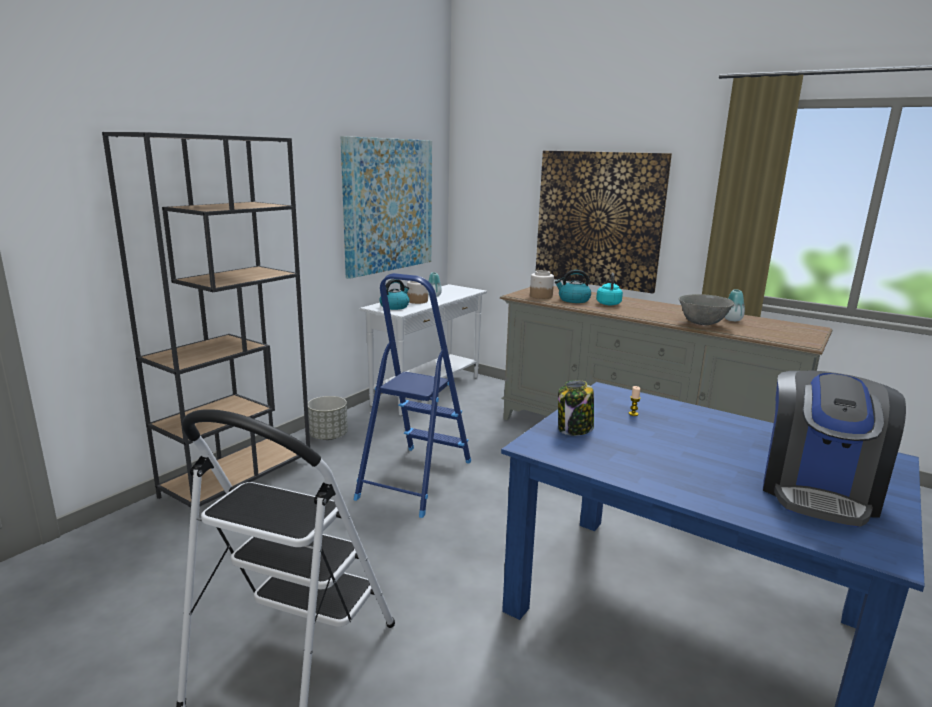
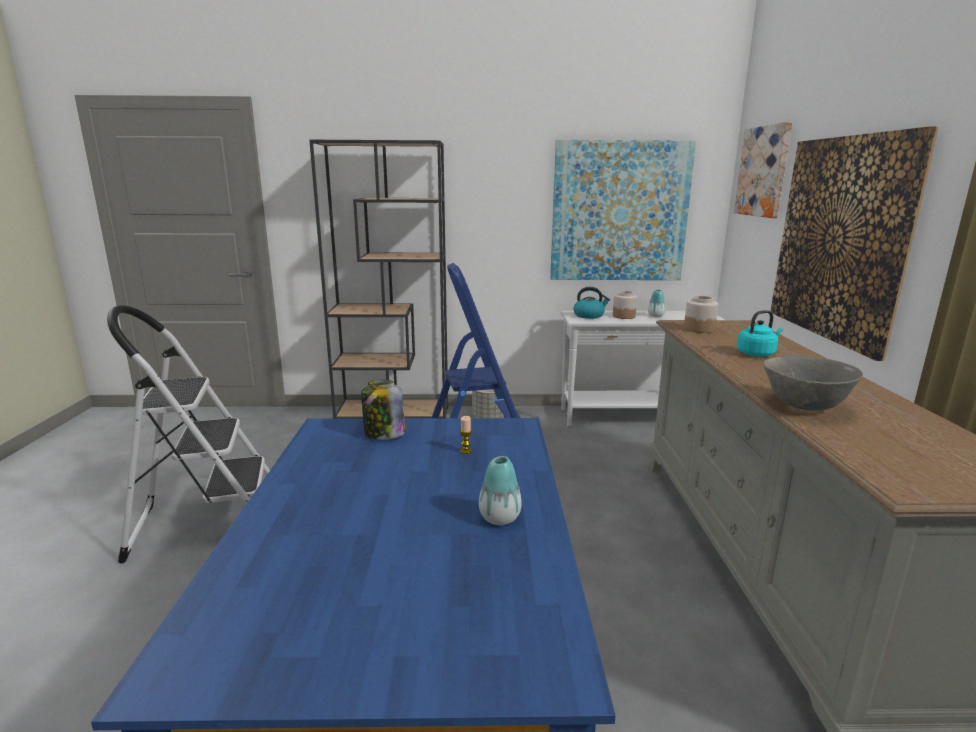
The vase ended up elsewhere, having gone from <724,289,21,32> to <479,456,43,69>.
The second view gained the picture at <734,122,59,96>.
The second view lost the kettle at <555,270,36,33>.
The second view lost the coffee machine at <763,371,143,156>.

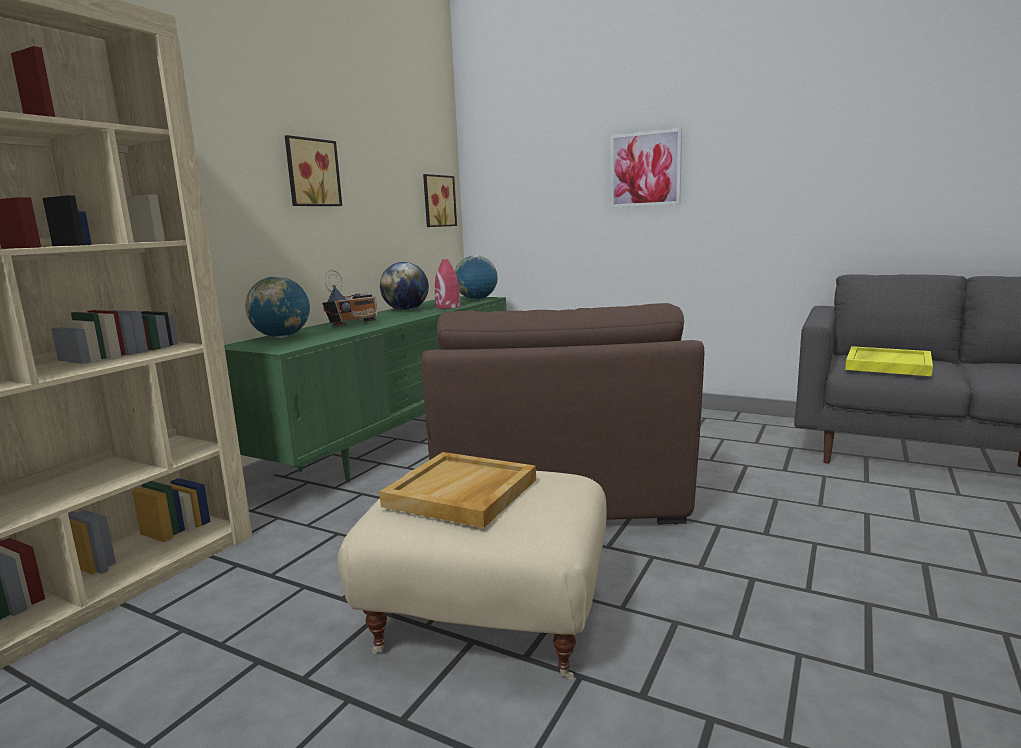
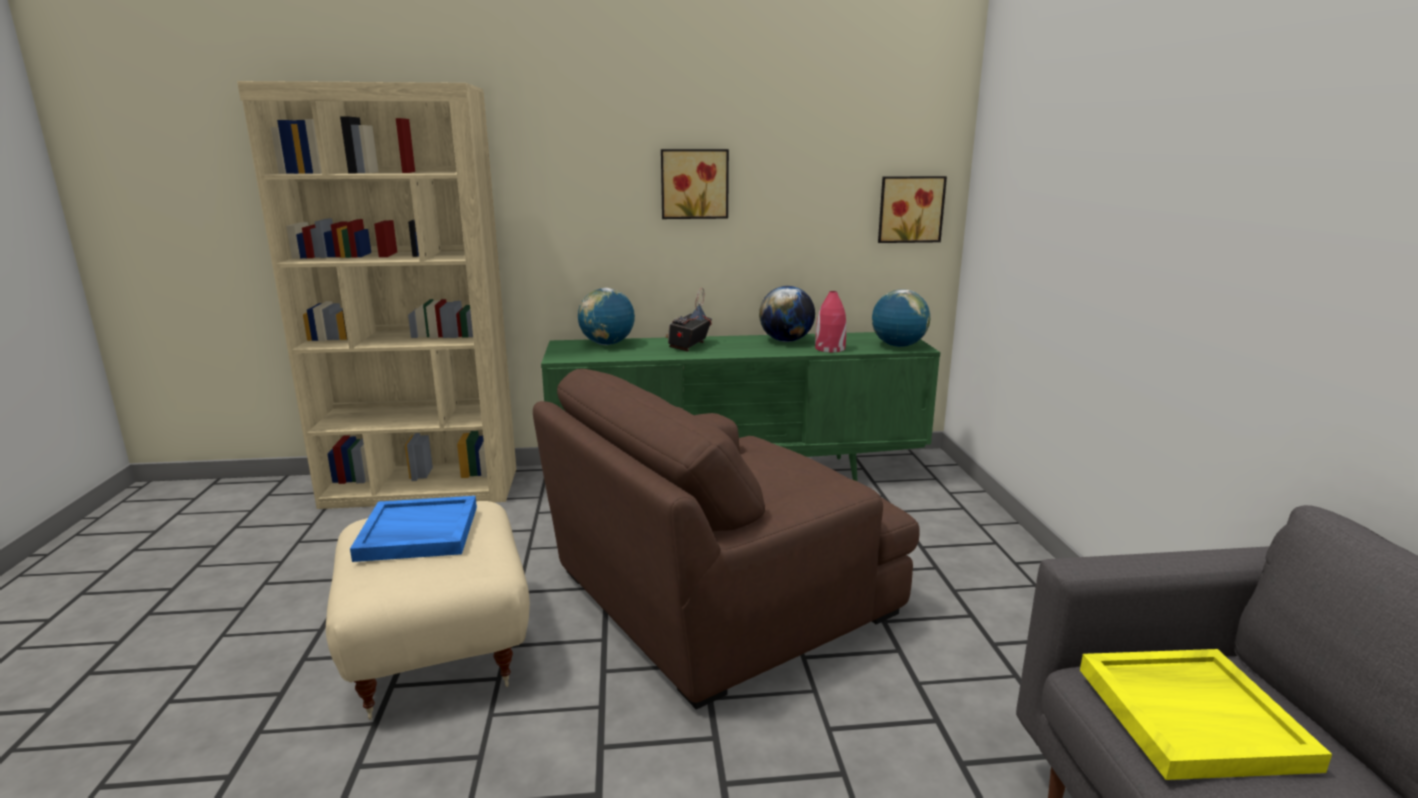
What was the beige tray at <379,452,157,76> turned into the blue tray at <350,496,127,66>.
The radio at <322,270,56,56> ended up facing another way, 105 degrees clockwise from before.
The second view lost the picture at <610,128,72,80>.

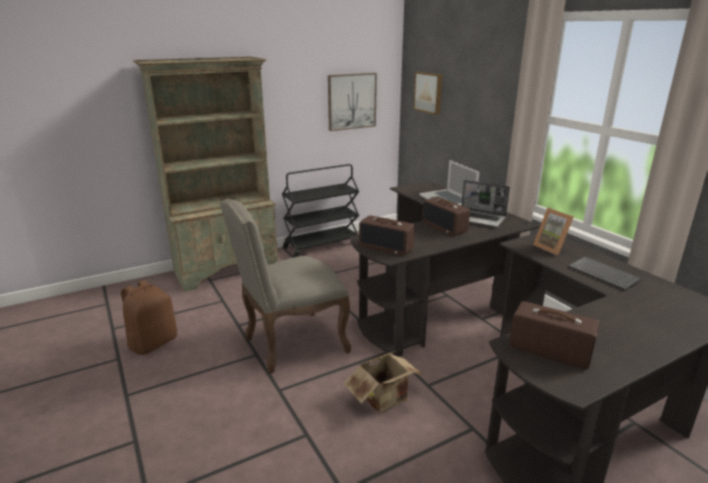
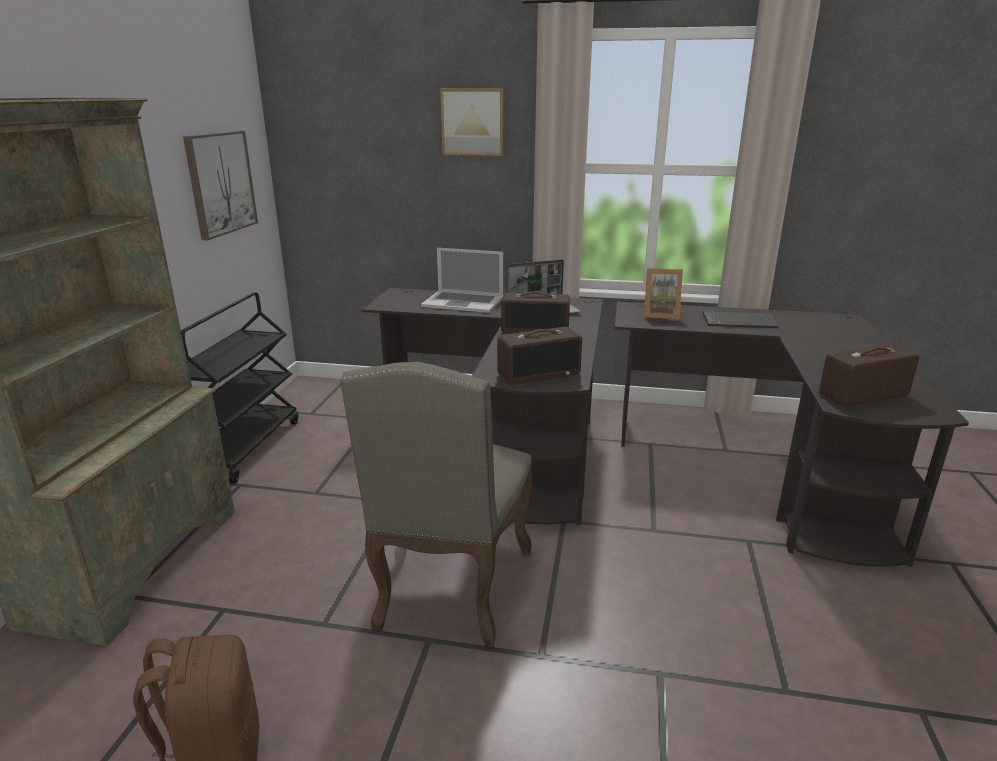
The picture ended up elsewhere, having gone from <414,72,28,43> to <440,89,64,67>.
The second view lost the cardboard box at <343,351,81,63>.

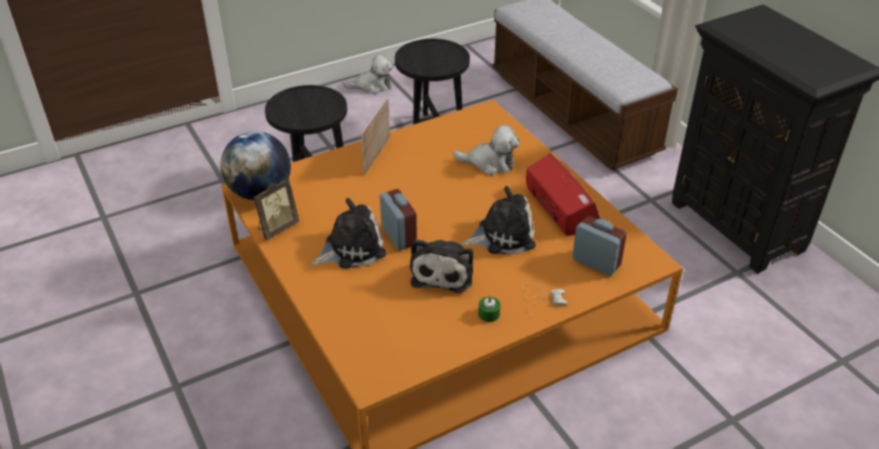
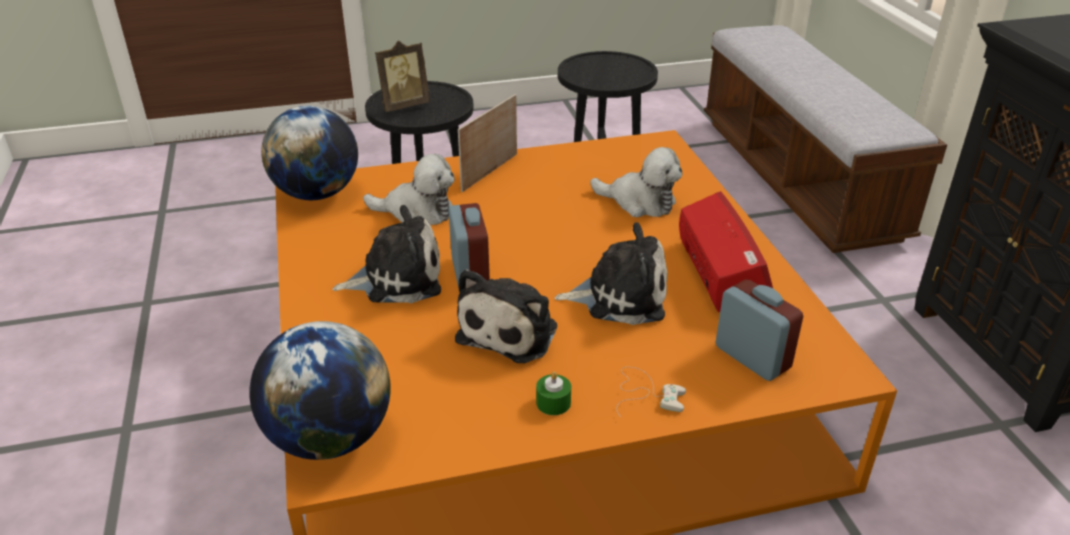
The second view gained the globe at <249,321,142,139>.
The plush toy ended up elsewhere, having gone from <343,54,50,41> to <363,154,92,71>.
The picture frame ended up elsewhere, having gone from <253,178,46,62> to <375,41,55,71>.

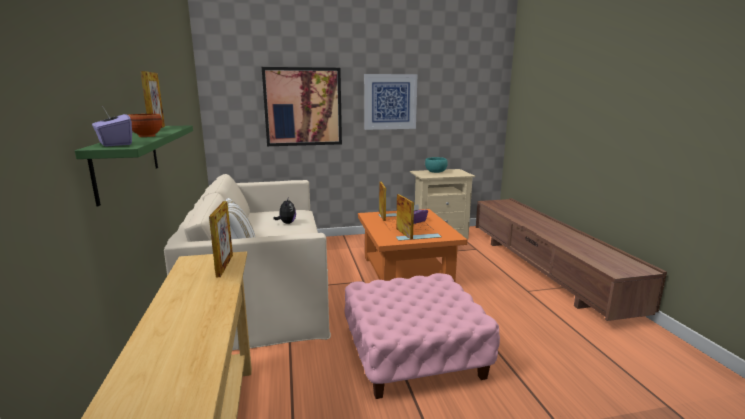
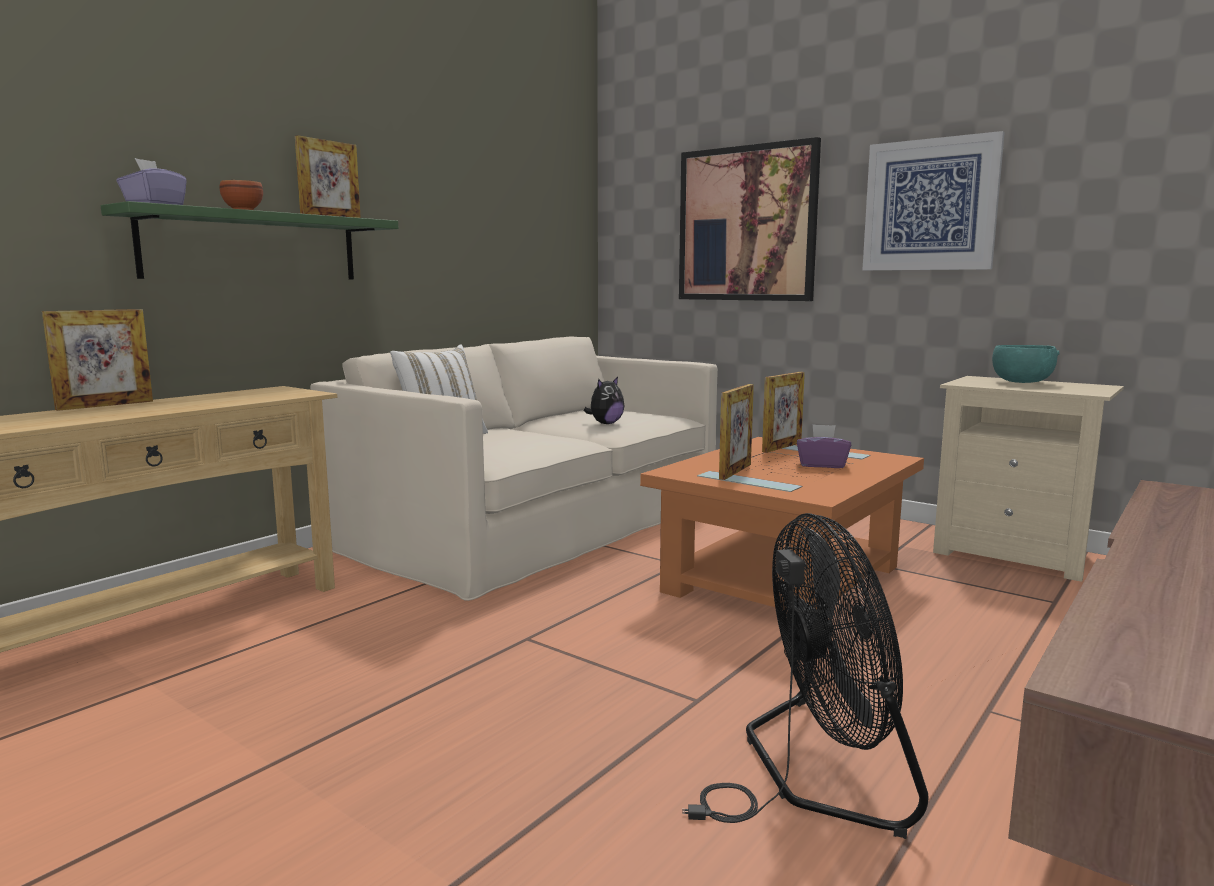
The picture frame ended up elsewhere, having gone from <209,201,24,76> to <42,309,111,102>.
The second view gained the black fan at <682,513,246,326>.
The second view lost the pink ottoman at <345,273,155,126>.

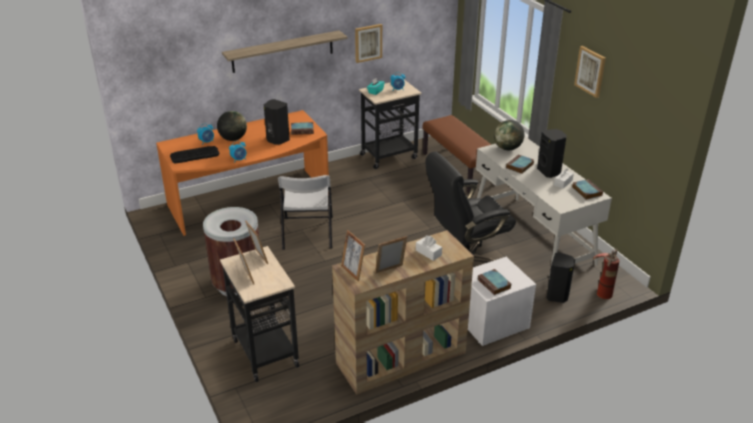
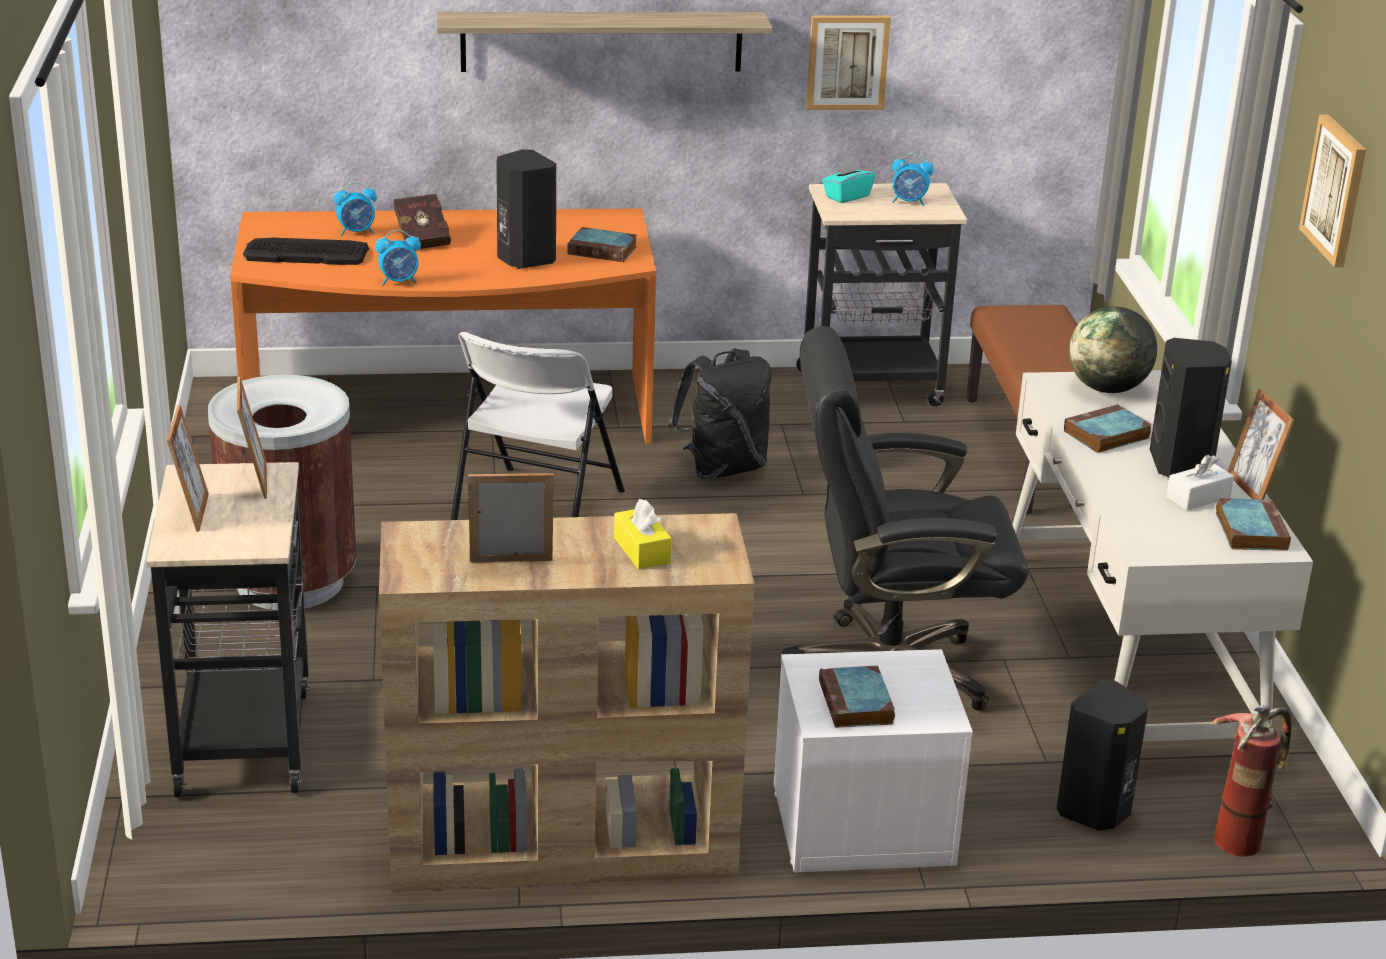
Where the globe stood at <217,111,30,30>, the red book came to stand at <394,194,57,56>.
What was the white tissue box at <416,236,26,25> turned into the yellow tissue box at <614,499,58,70>.
The second view gained the black backpack at <669,348,102,131>.
The picture frame ended up elsewhere, having gone from <341,230,24,51> to <1227,388,68,112>.

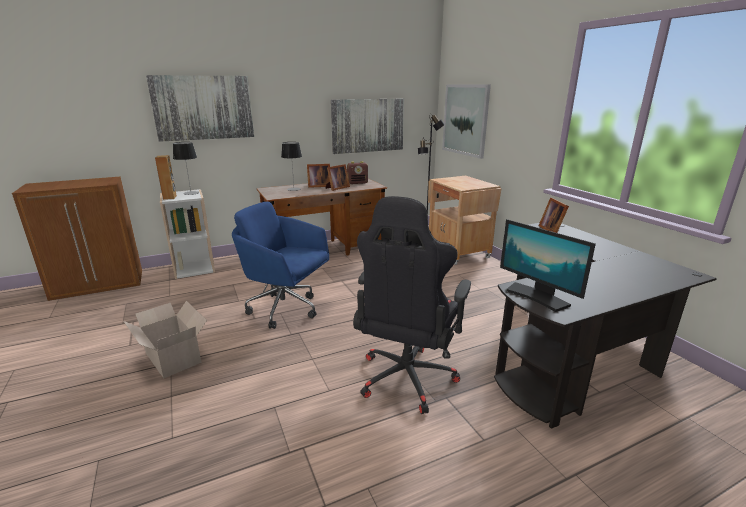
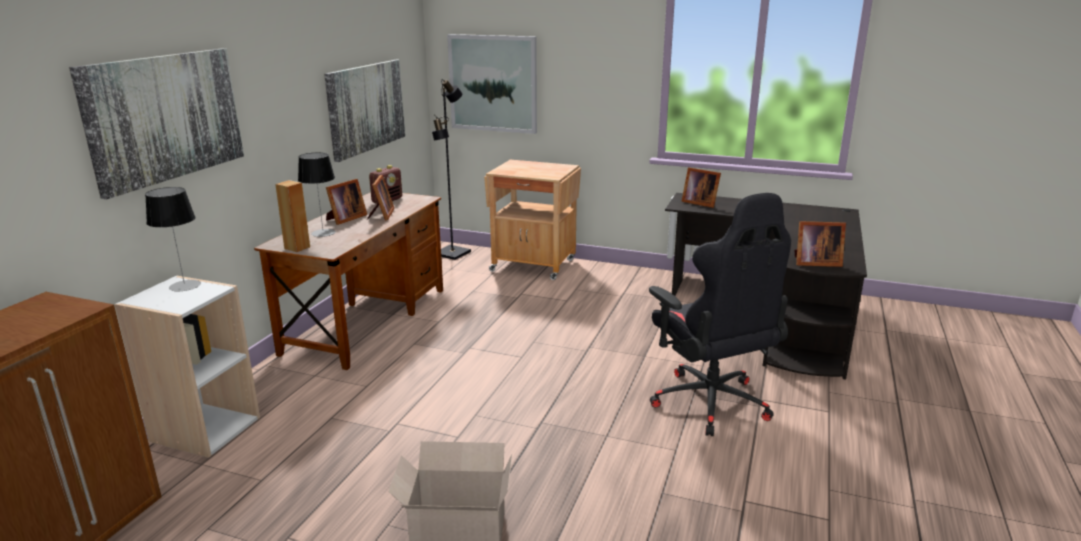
The brown speaker ended up elsewhere, having gone from <155,155,22,45> to <275,180,35,72>.
Where the monitor stood at <500,219,96,93>, the picture frame came to stand at <794,221,52,46>.
The second view lost the blue office chair at <232,202,97,127>.

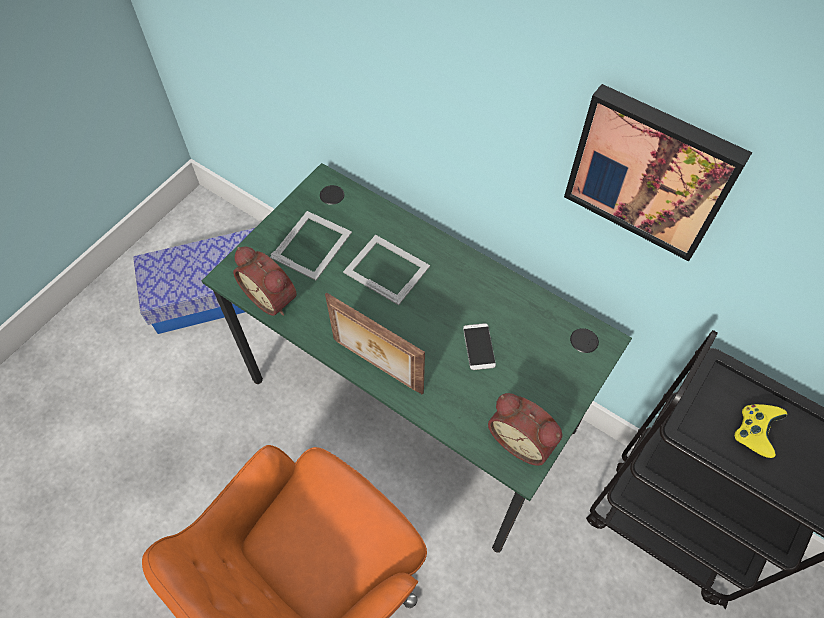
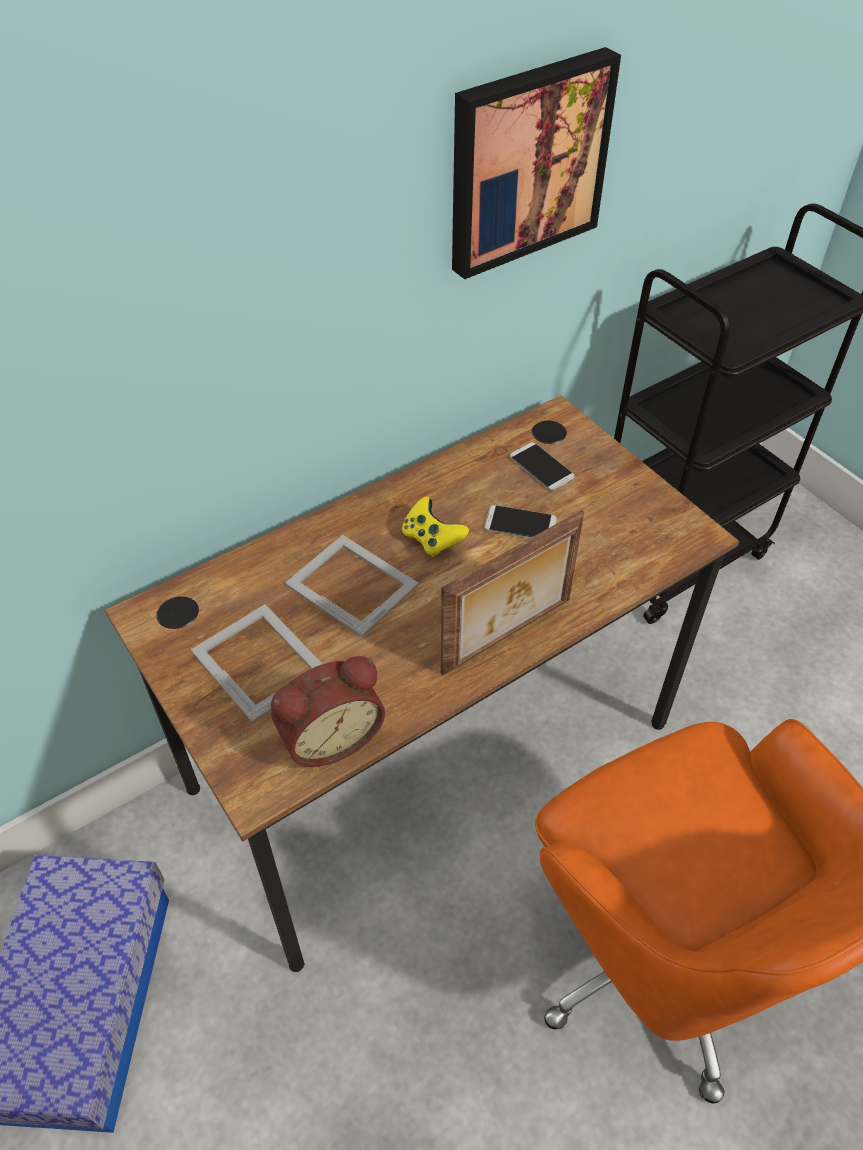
What was the green desk at <202,163,430,390> turned into the brown desk at <105,395,634,577>.
The picture frame at <343,235,87,70> ended up facing another way, 75 degrees clockwise from before.
The yellow game controller ended up elsewhere, having gone from <735,404,52,54> to <402,496,67,61>.
The second view gained the phone at <510,442,65,49>.
The second view lost the alarm clock at <488,393,74,73>.

